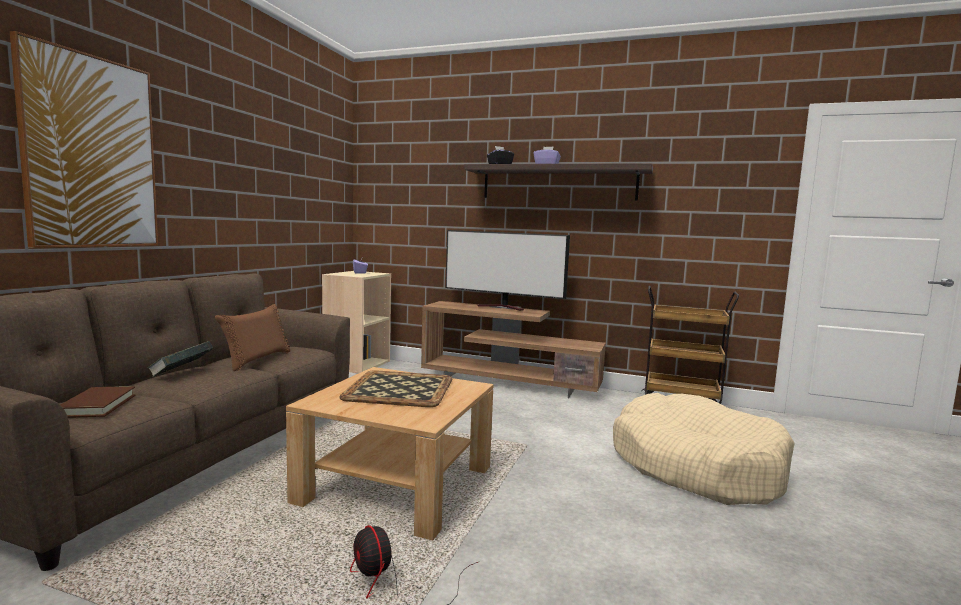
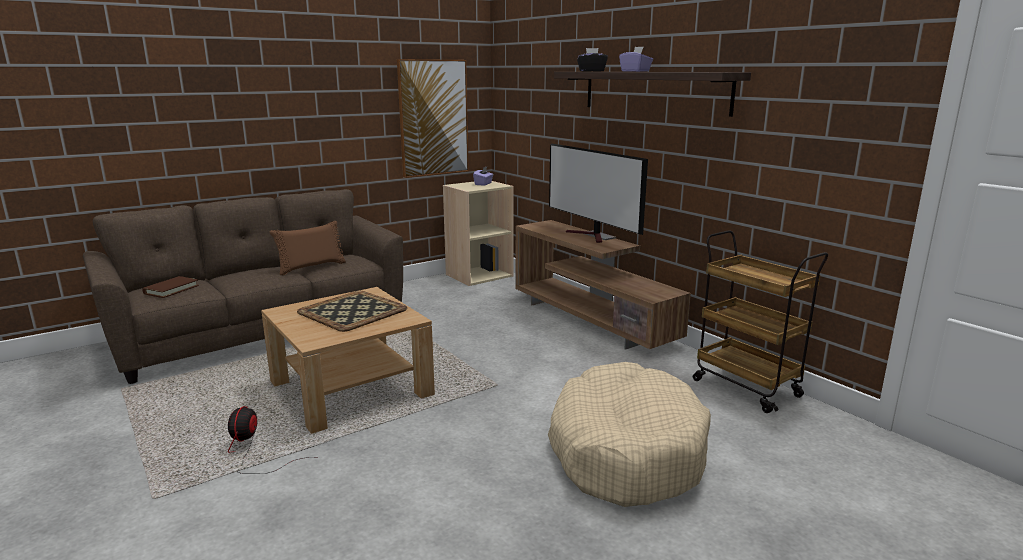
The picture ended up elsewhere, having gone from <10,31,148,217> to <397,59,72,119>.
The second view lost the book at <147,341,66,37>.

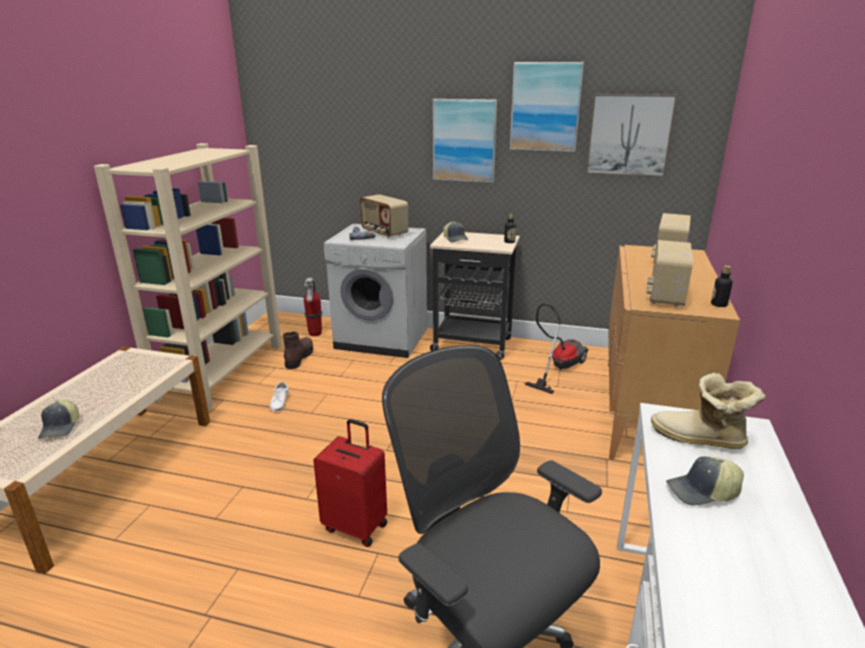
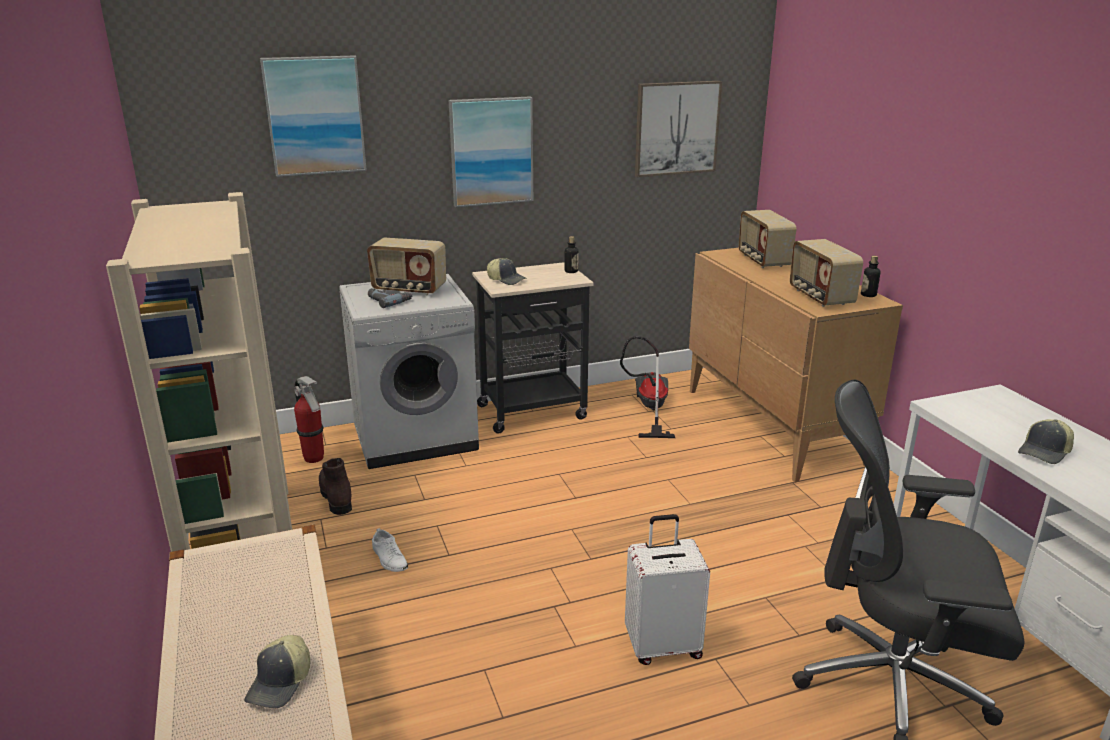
The cap at <38,399,41,40> ended up facing another way, 60 degrees clockwise from before.
The picture ended up elsewhere, having gone from <510,62,74,90> to <260,56,107,121>.
What was the red suitcase at <313,419,74,128> turned into the white suitcase at <625,514,85,151>.
The second view lost the boot at <651,373,115,76>.

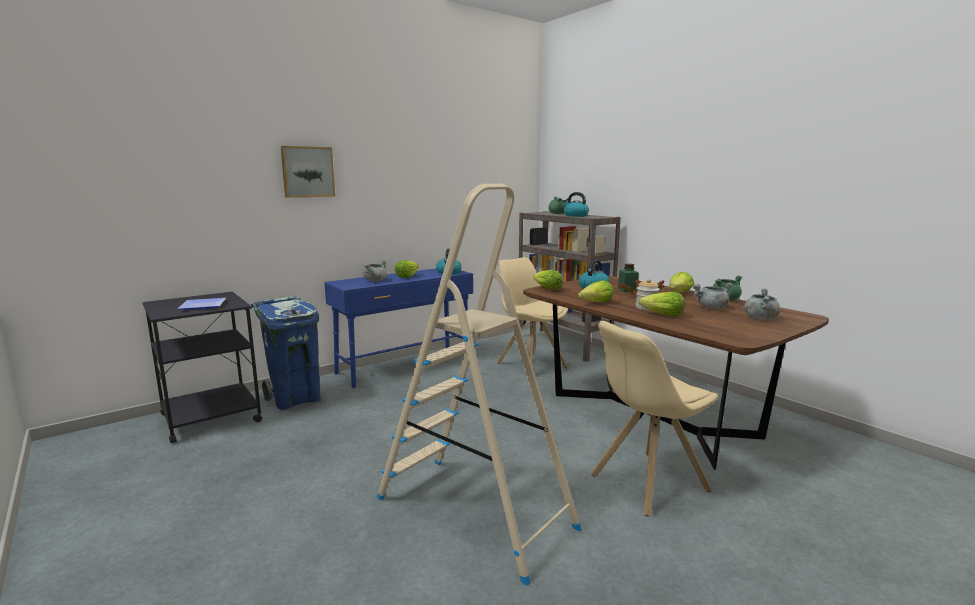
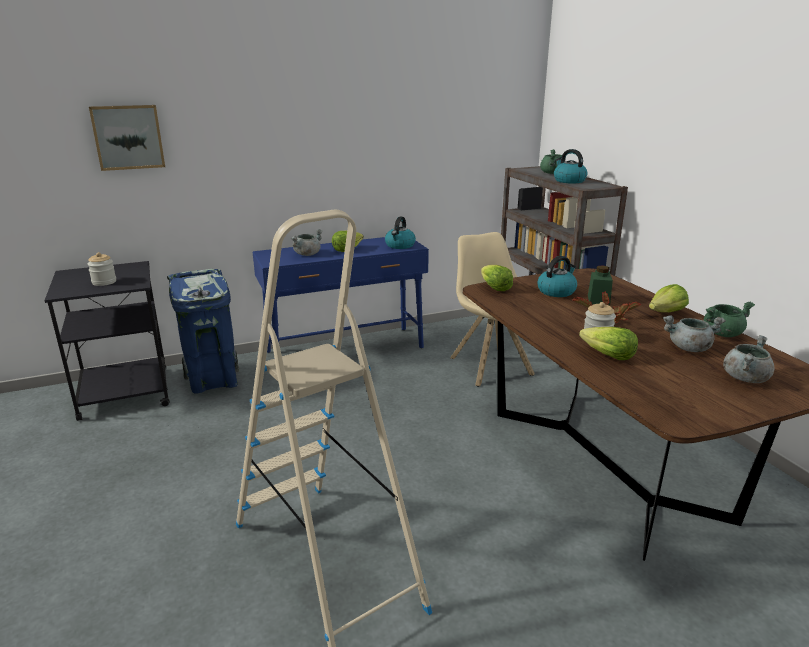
Where the plate stood at <178,298,48,11>, the jar came to stand at <87,252,29,34>.
The picture ended up elsewhere, having gone from <281,146,54,52> to <89,105,76,66>.
The second view lost the lettuce at <578,280,36,22>.
The second view lost the beige chair at <591,321,127,195>.

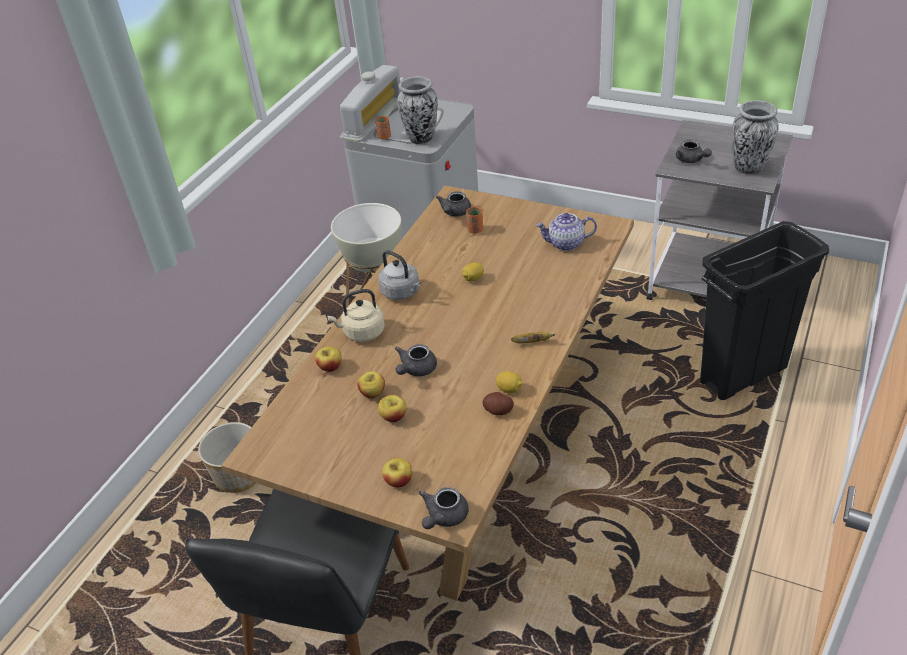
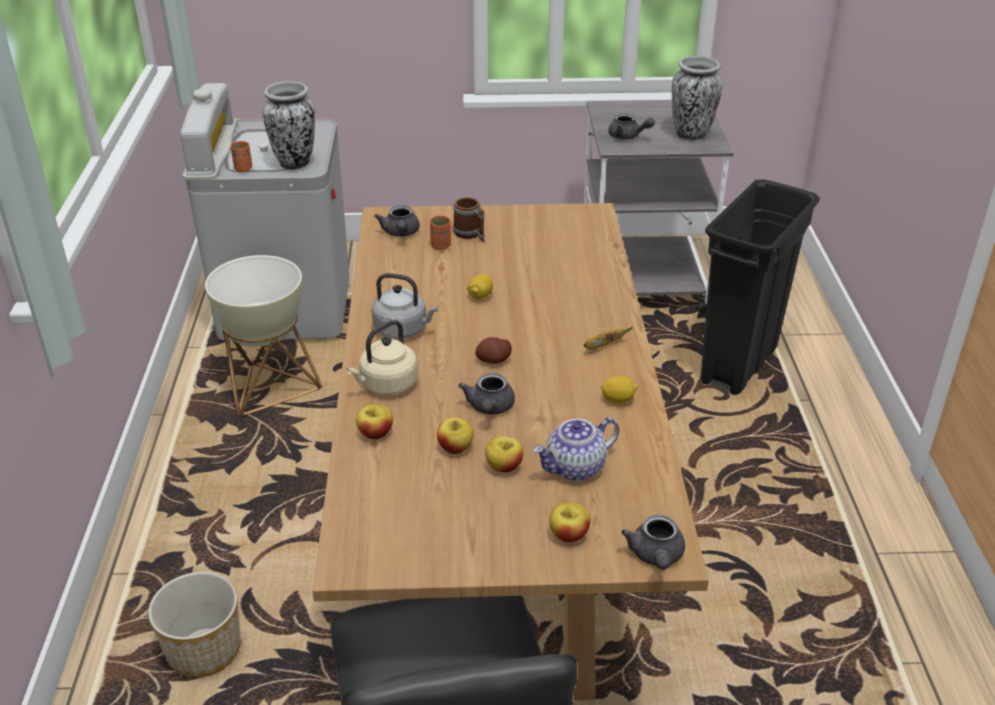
The second view gained the mug at <453,197,32,45>.
The potato ended up elsewhere, having gone from <483,392,31,23> to <475,337,37,27>.
The teapot ended up elsewhere, having gone from <536,213,61,38> to <533,417,86,64>.

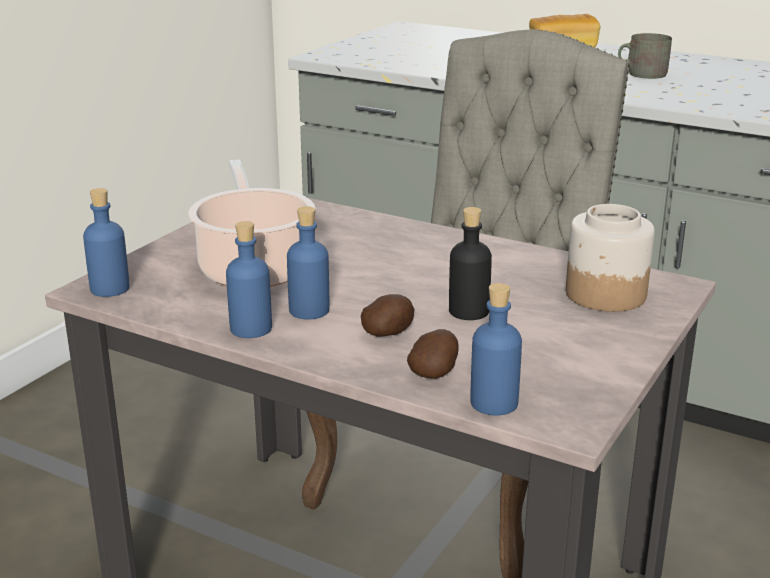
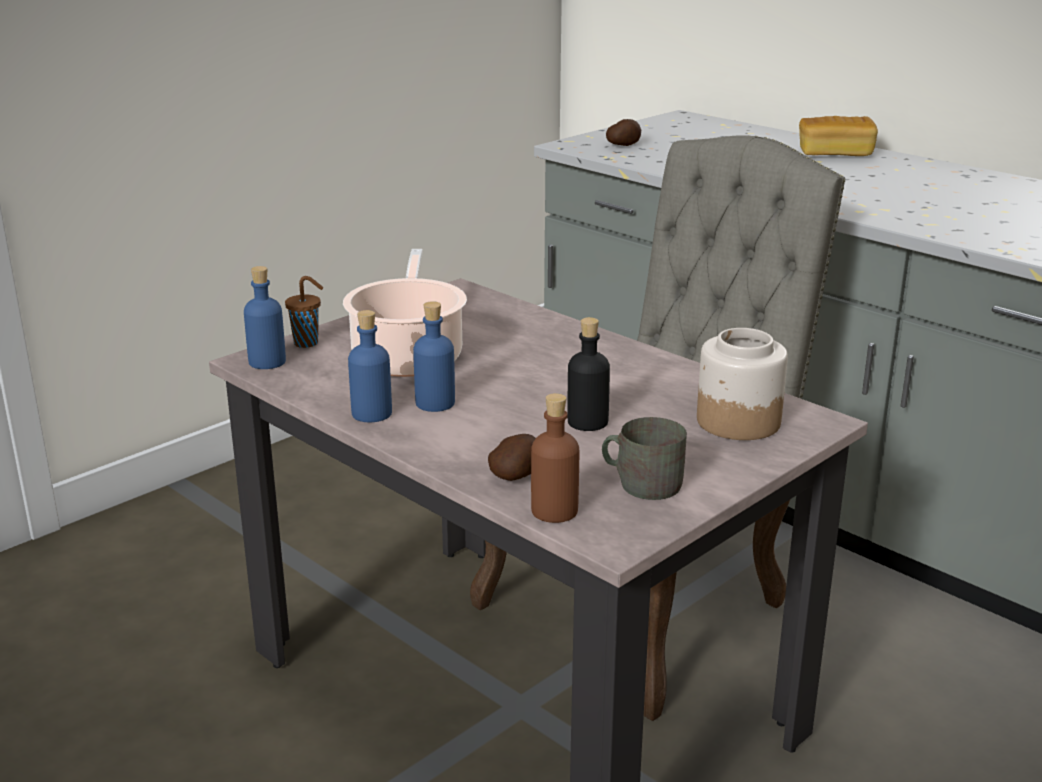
The second view gained the brown cup at <285,276,38,72>.
What was the blue bottle at <471,283,51,133> turned into the brown bottle at <531,393,48,130>.
The grey mug ended up elsewhere, having gone from <618,33,54,46> to <602,417,85,83>.
The potato ended up elsewhere, having gone from <361,294,53,43> to <606,119,35,27>.

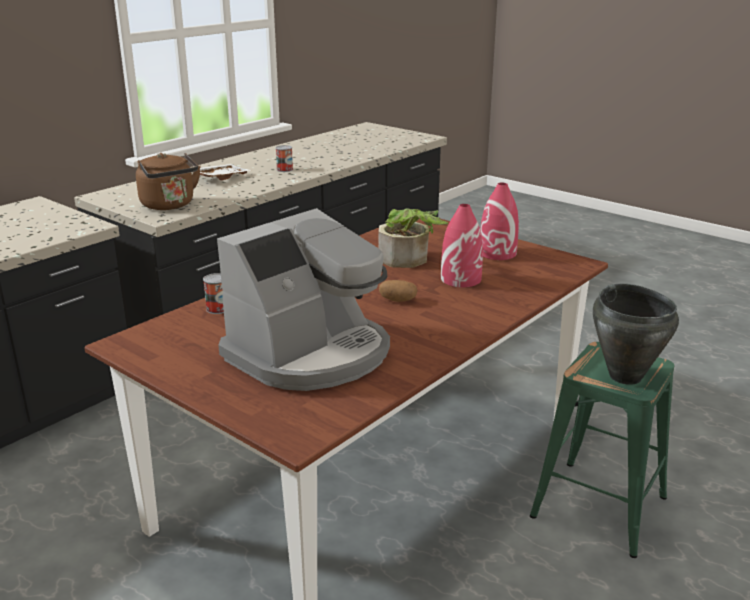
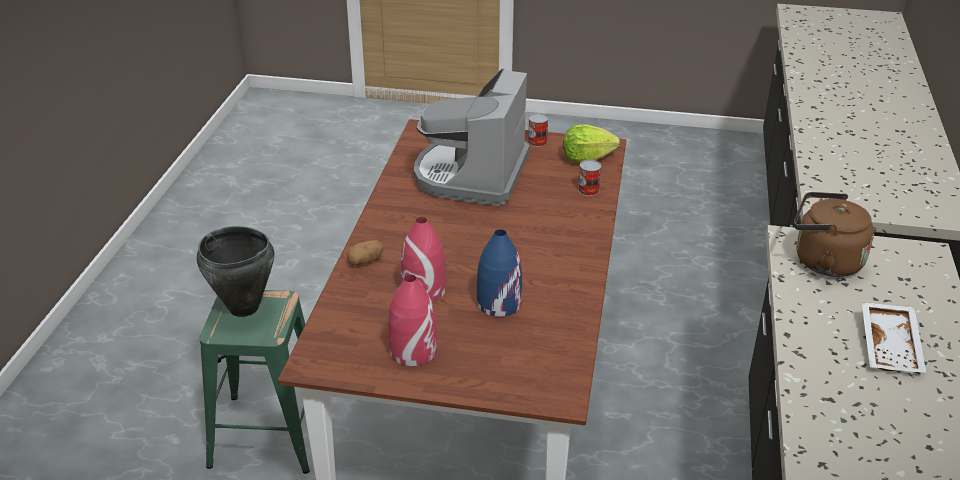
The potato ended up elsewhere, having gone from <379,280,39,22> to <347,240,36,25>.
Where the potted plant stood at <378,208,70,60>, the blue vase came to stand at <477,229,45,88>.
The can ended up elsewhere, having gone from <275,145,18,27> to <528,113,21,34>.
The second view gained the lettuce at <563,124,57,39>.

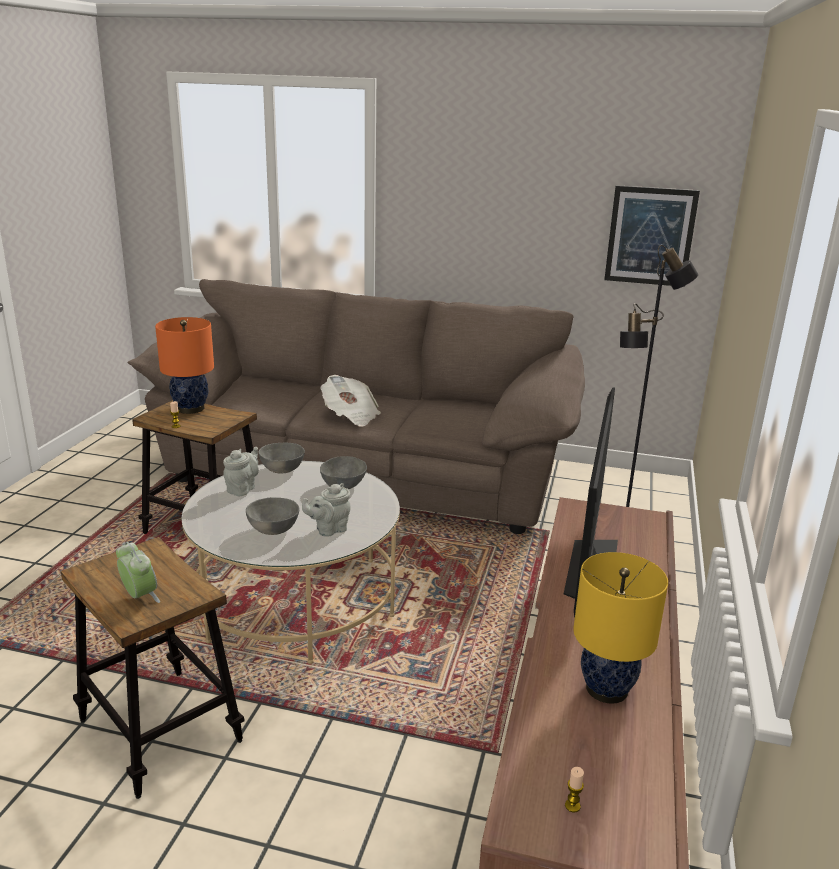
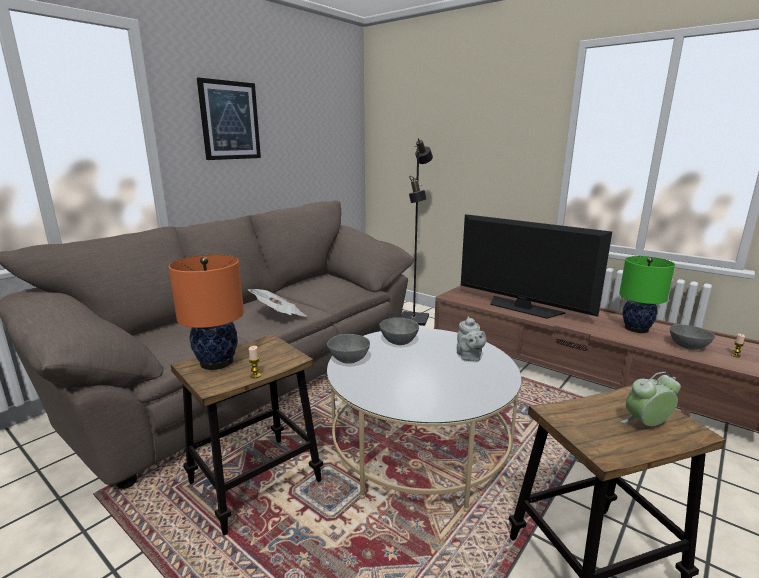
The picture ended up elsewhere, having gone from <604,185,96,102> to <197,78,64,82>.
What was the yellow table lamp at <573,552,95,152> turned into the green table lamp at <619,256,56,77>.
The grey bowl ended up elsewhere, having gone from <246,497,54,38> to <670,324,45,26>.
The second view lost the grey teapot at <223,447,36,49>.

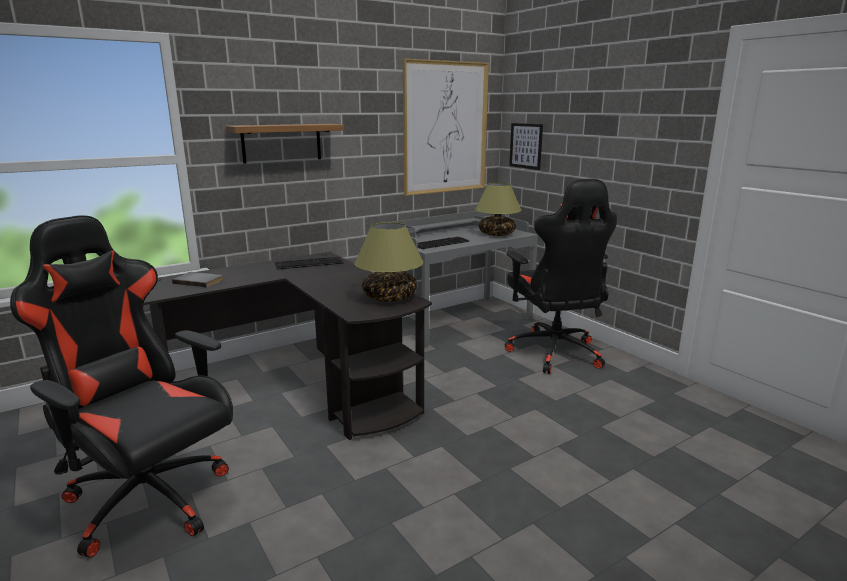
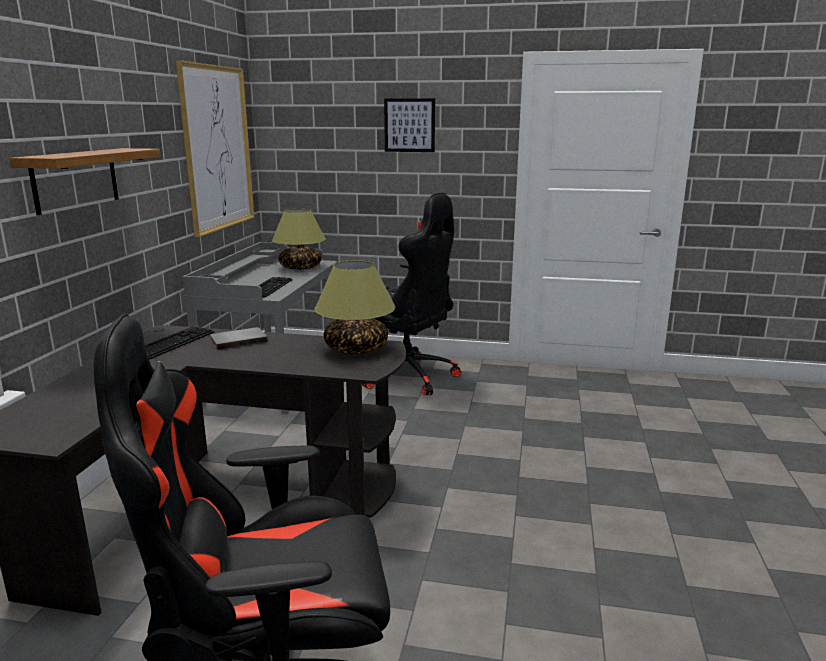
The grey book ended up elsewhere, having gone from <172,272,51,16> to <210,327,58,23>.
The picture ended up elsewhere, having gone from <509,123,34,47> to <384,98,51,54>.

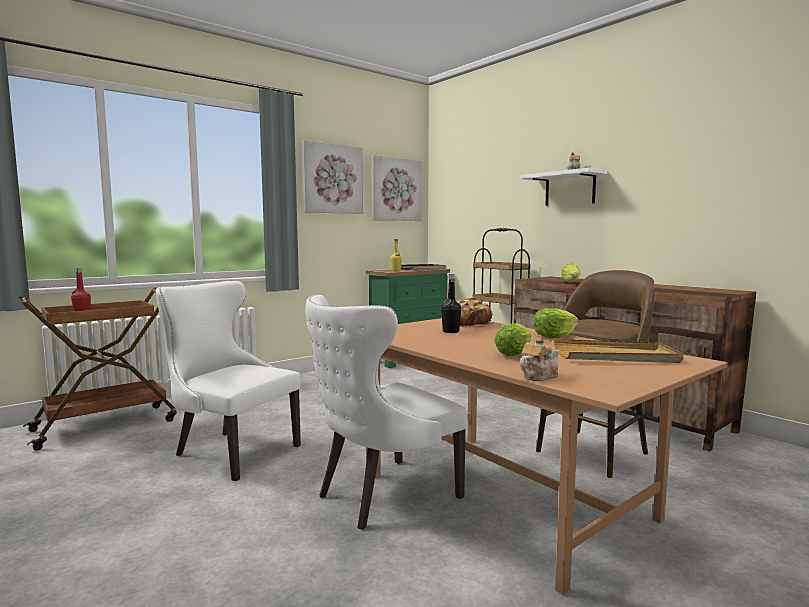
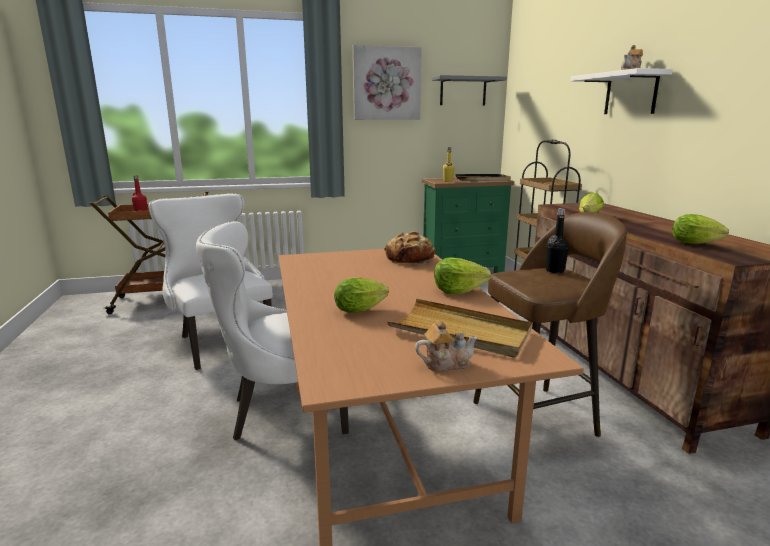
The teapot ended up elsewhere, having gone from <520,337,40,44> to <415,321,63,50>.
Where the picture hung at <371,155,51,66>, the grey shelf came to hang at <432,75,75,31>.
The black bottle ended up elsewhere, having gone from <441,274,20,59> to <546,208,23,65>.
The second view gained the lettuce at <672,214,57,30>.

